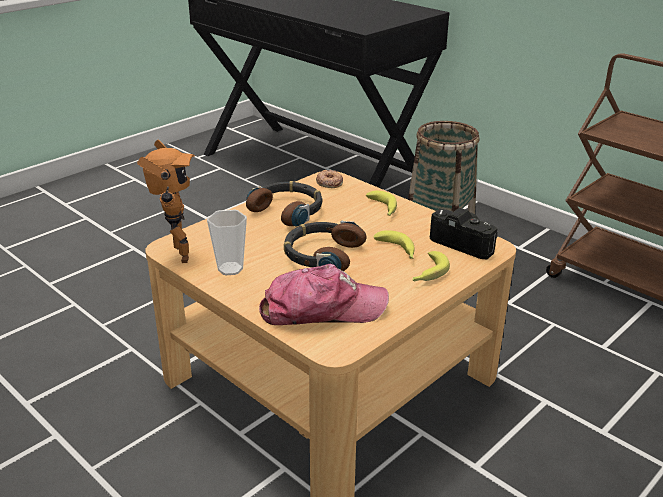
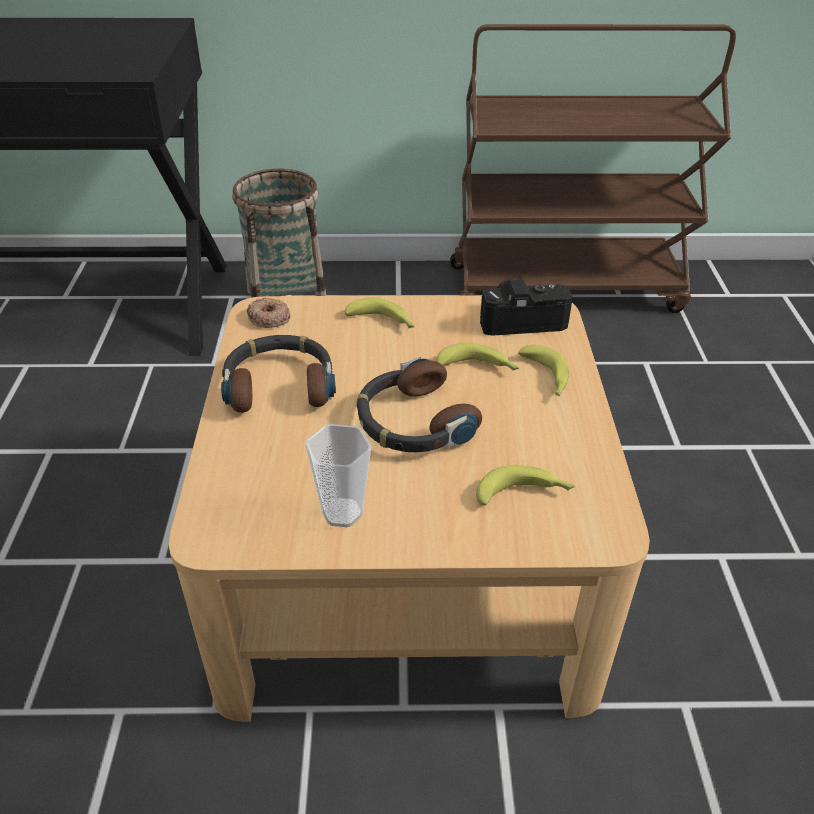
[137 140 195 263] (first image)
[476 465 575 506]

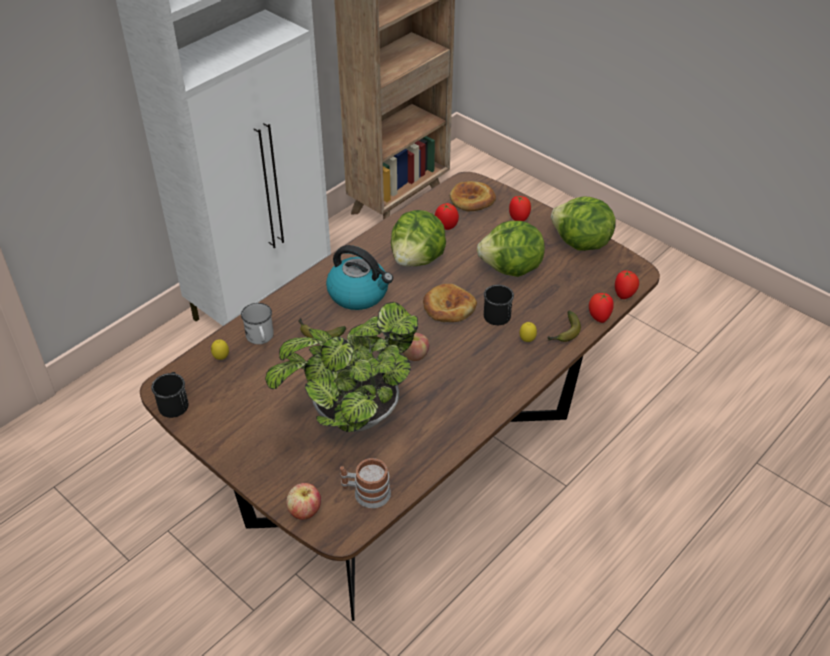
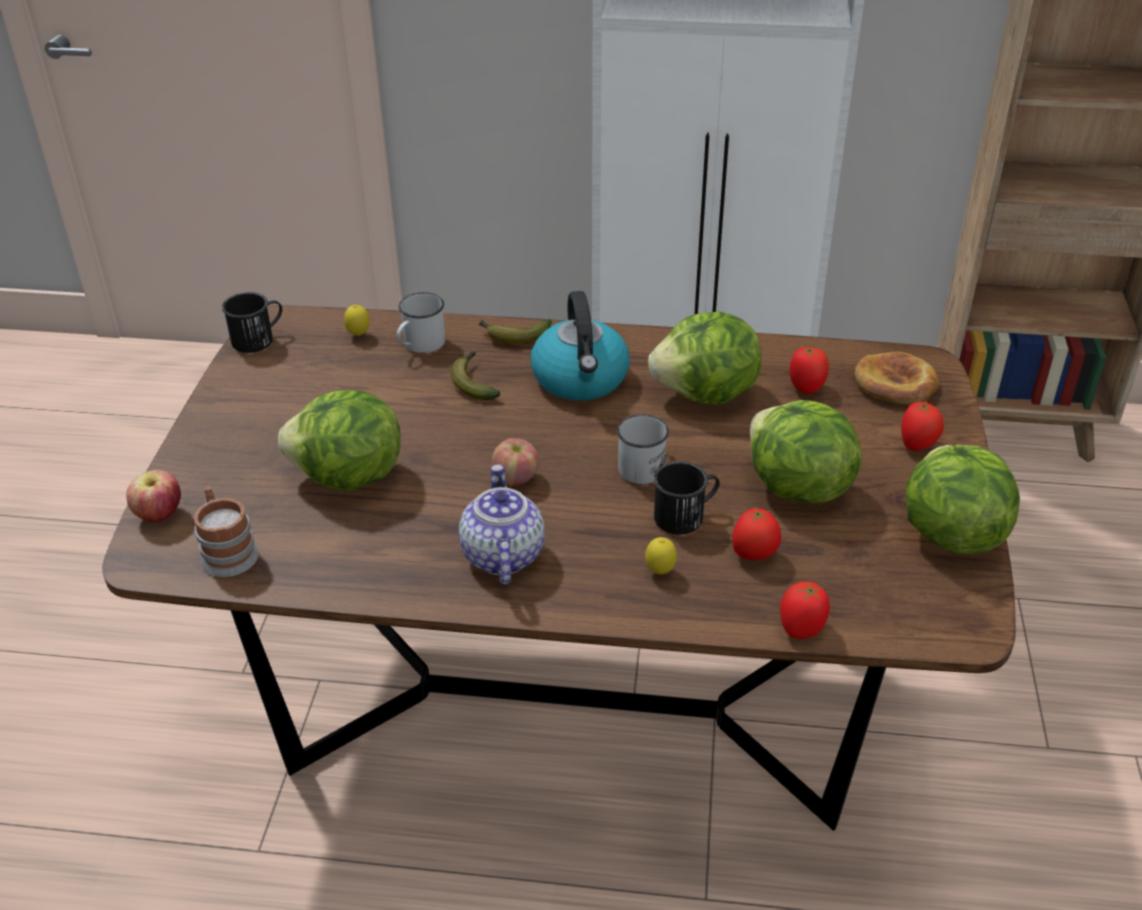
[278 390 401 491]
[617 414 669 484]
[479 319 552 343]
[732 507 781 560]
[459 464 545 584]

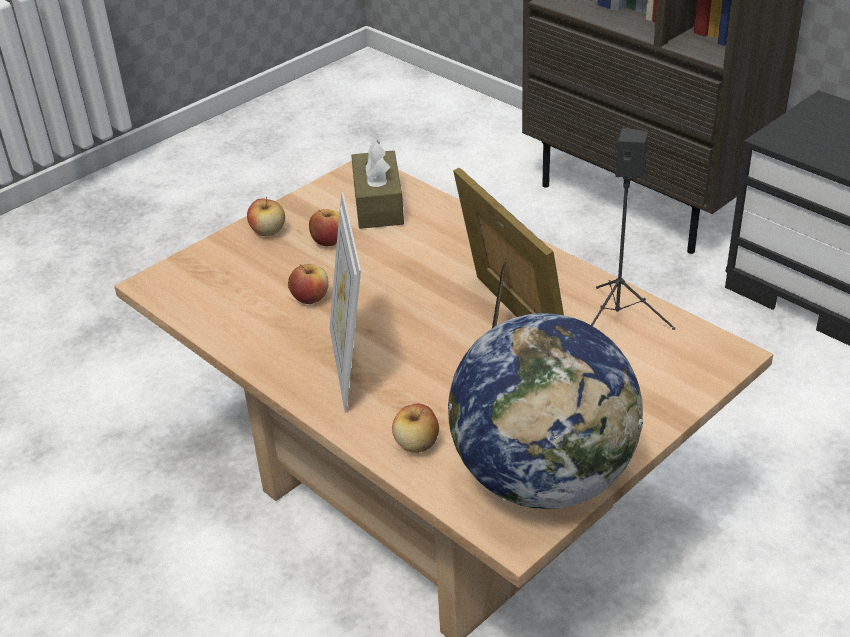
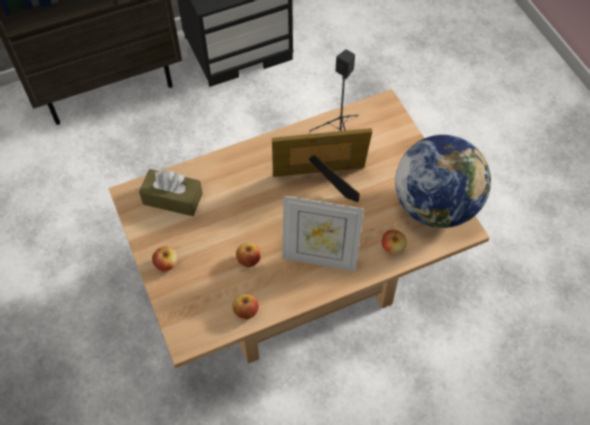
[233 294 259 319]

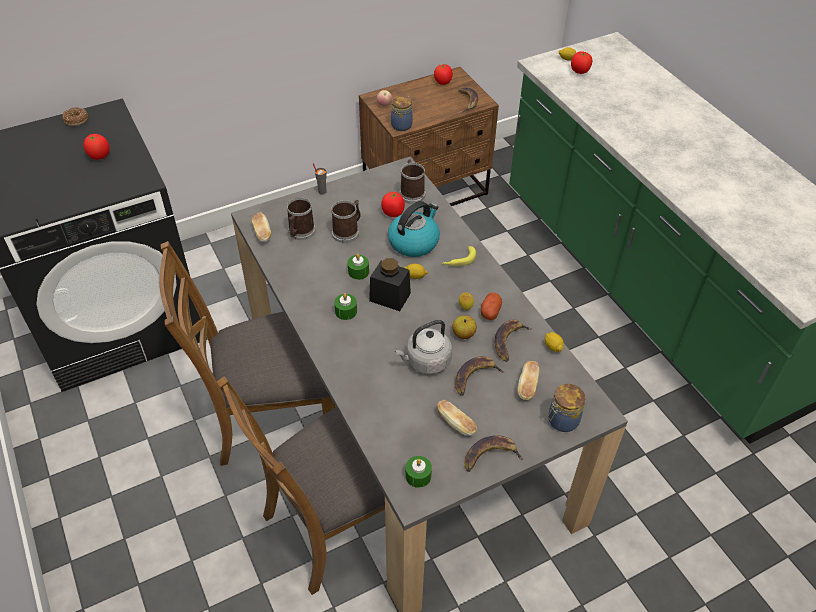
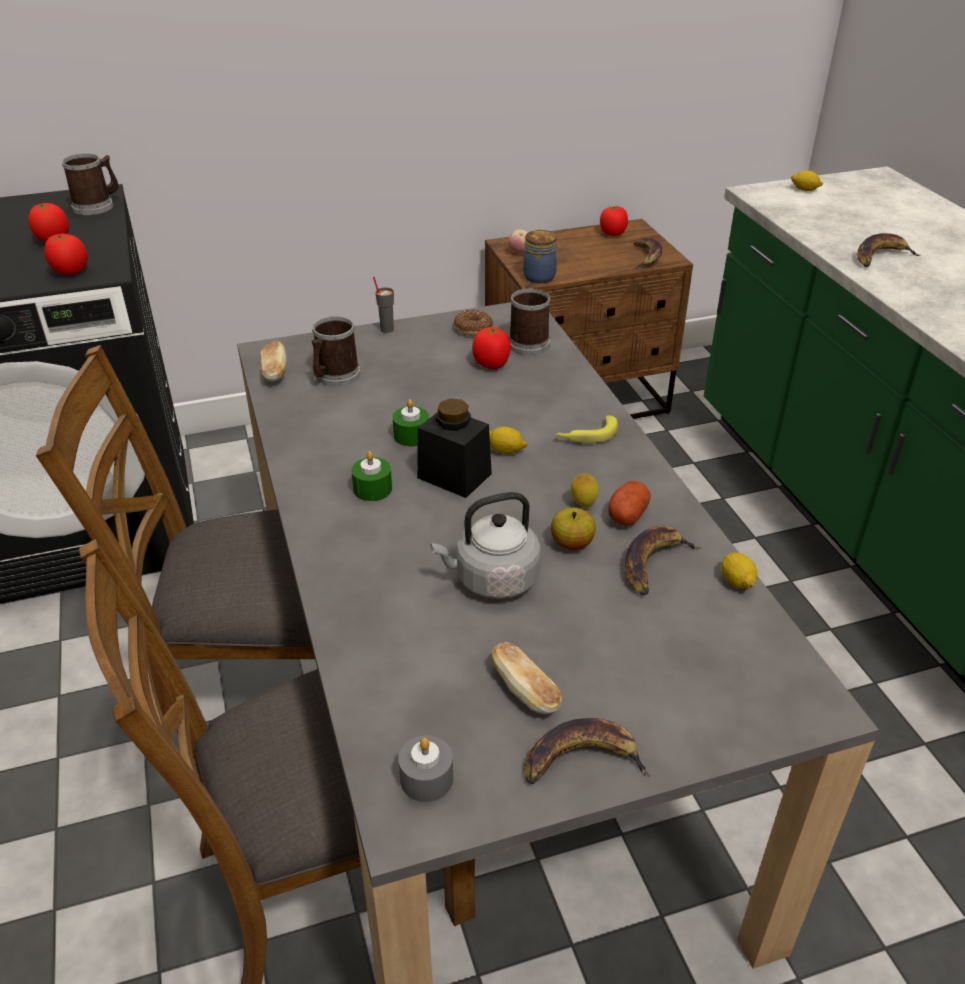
[454 309 493 336]
[62 153 118 215]
[388 201 440 257] (first image)
[398 735 453 802]
[857 233 920 267]
[517 361 540 400] (first image)
[548 384 585 432] (first image)
[44 234 88 275]

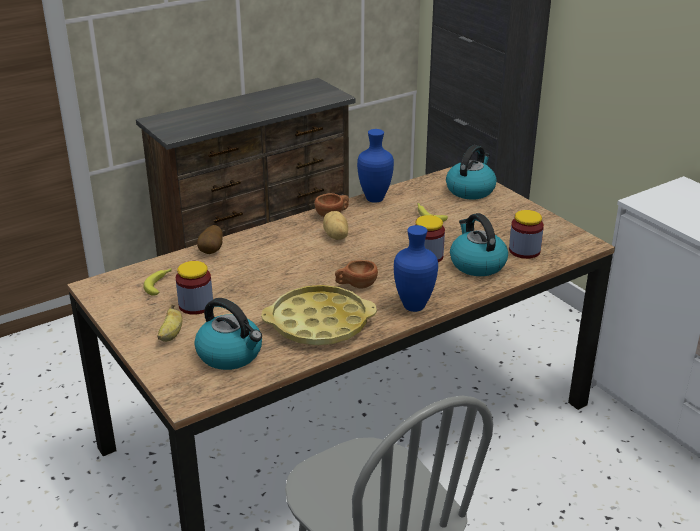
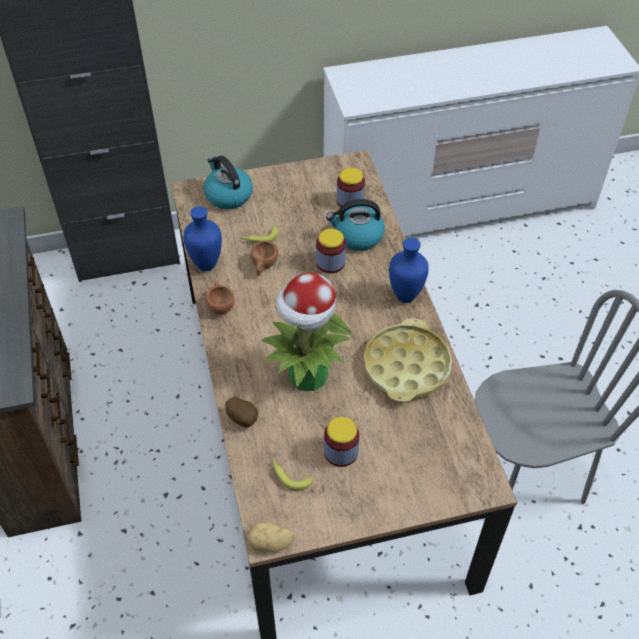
[157 304 182 342] (first image)
[194 298 262 370] (first image)
[248 522 294 552]
[250 241 278 276]
[261 272 353 391]

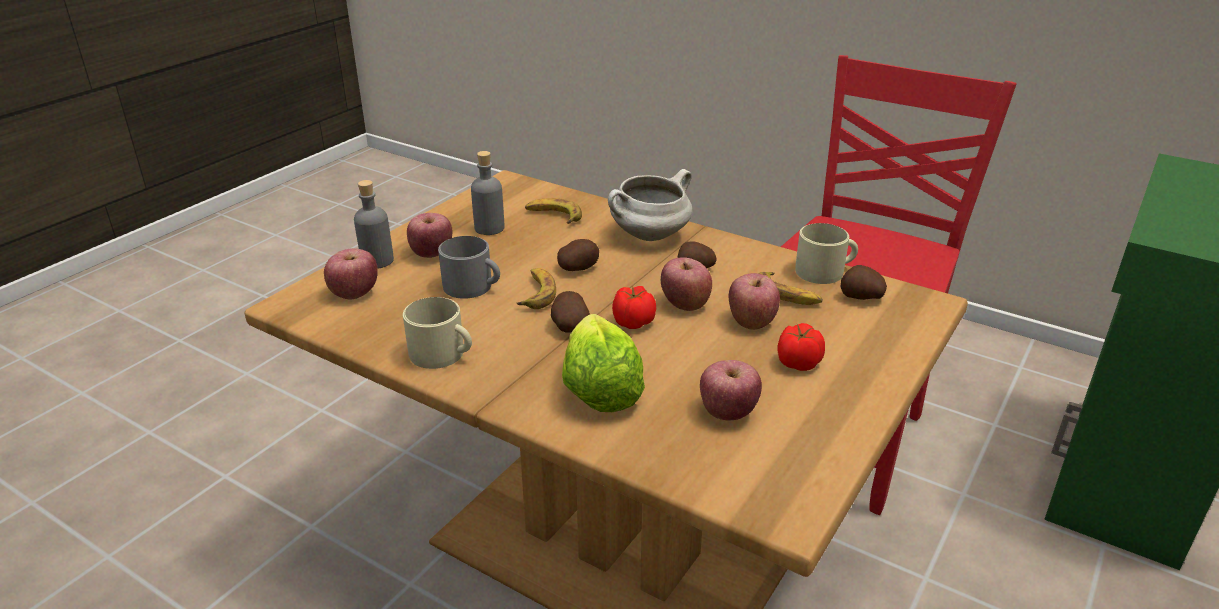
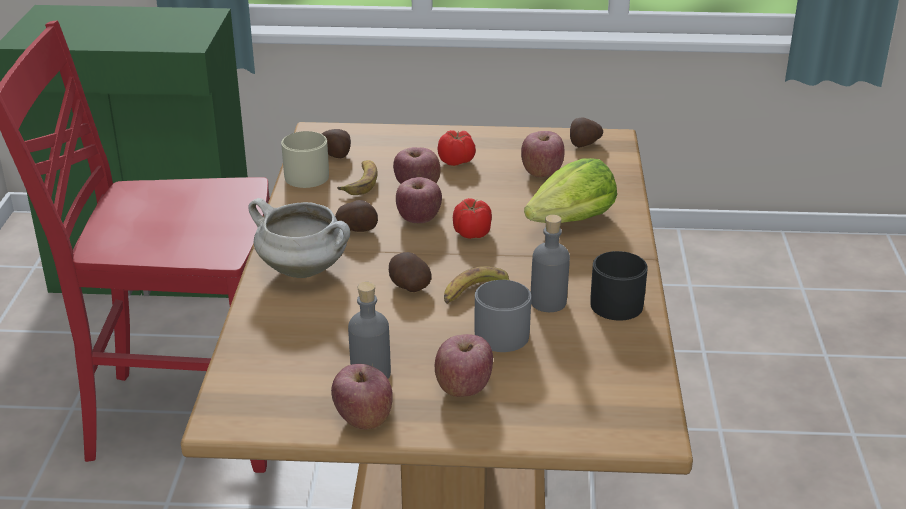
[331 364 393 430]
[531 215 570 312]
[590 251 648 321]
[525 198 582 224] (first image)
[570 117 603 148]

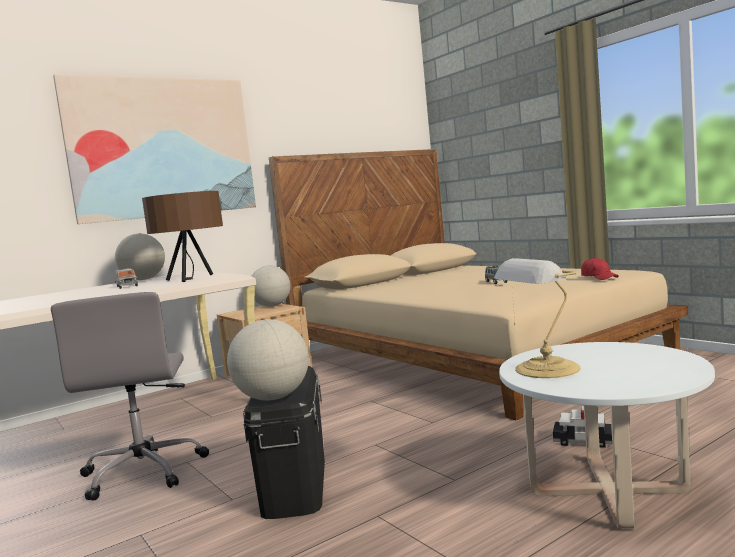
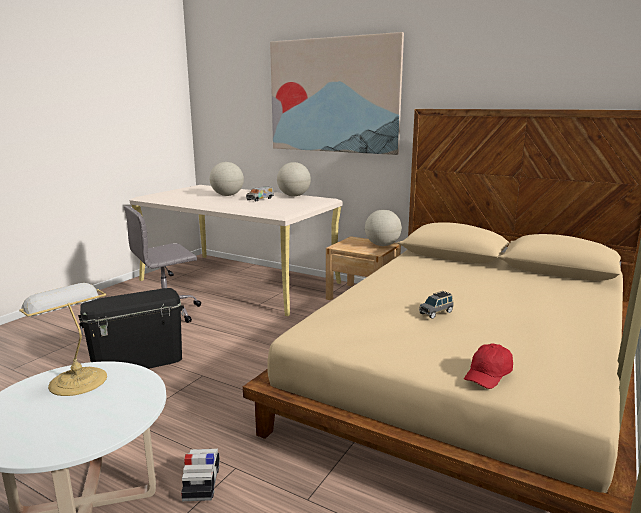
[142 191 223 282] (first image)
[210 162 244 196]

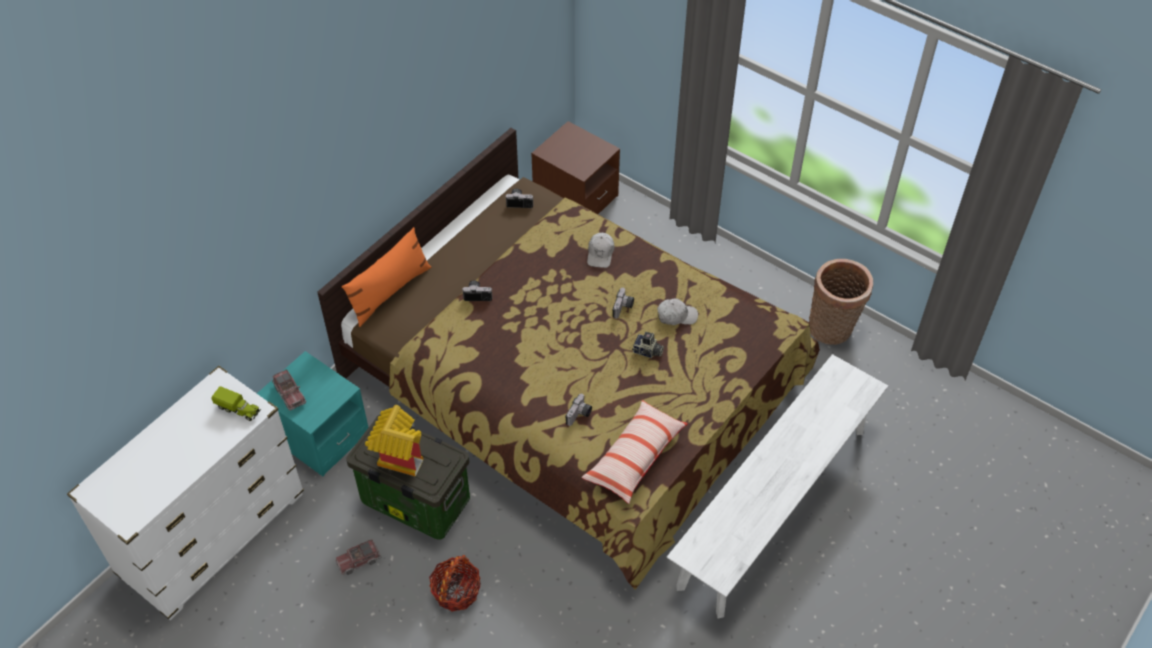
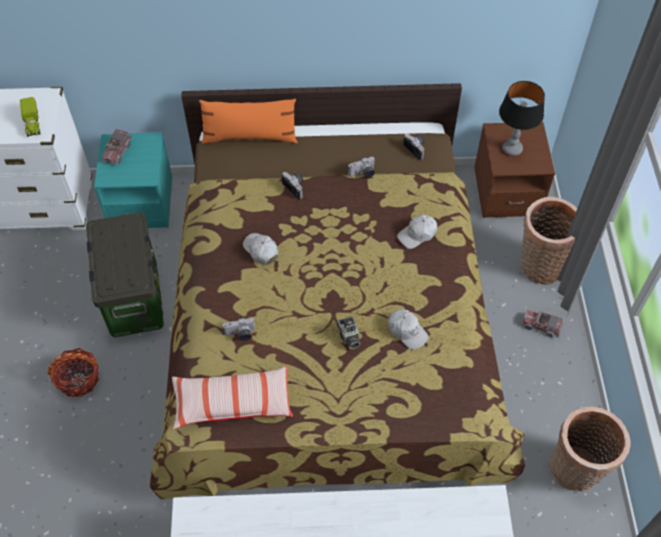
[522 310 563 337]
[365 405 423 477] (first image)
[348 157 375 178]
[243 233 278 265]
[499 81 545 156]
[520 197 577 285]

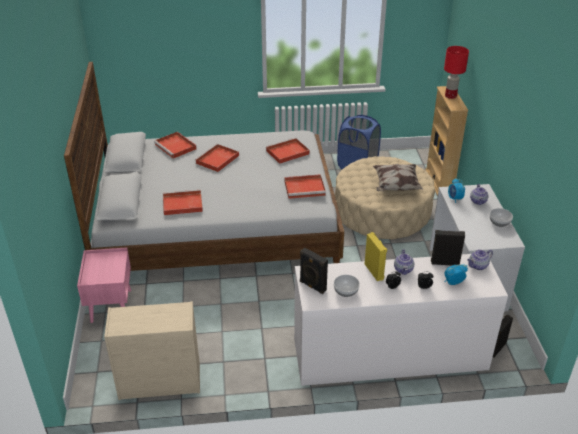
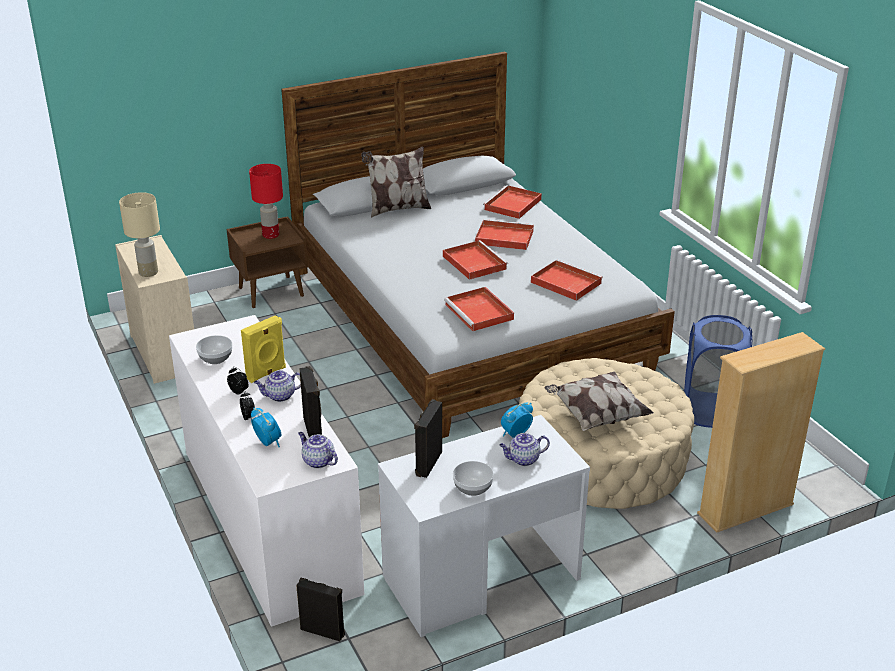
[227 216 308 308]
[443 240 508 280]
[414 399 442 478]
[249 164 283 239]
[119 192 160 277]
[361 147 431 218]

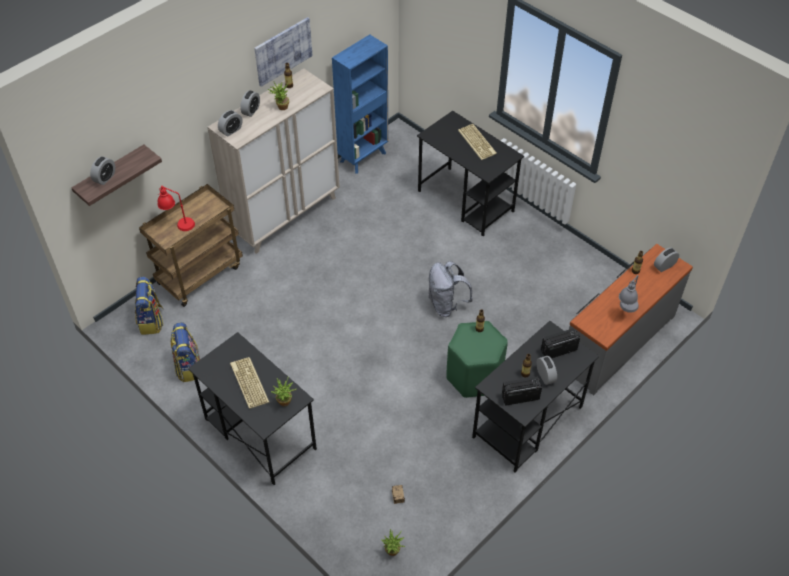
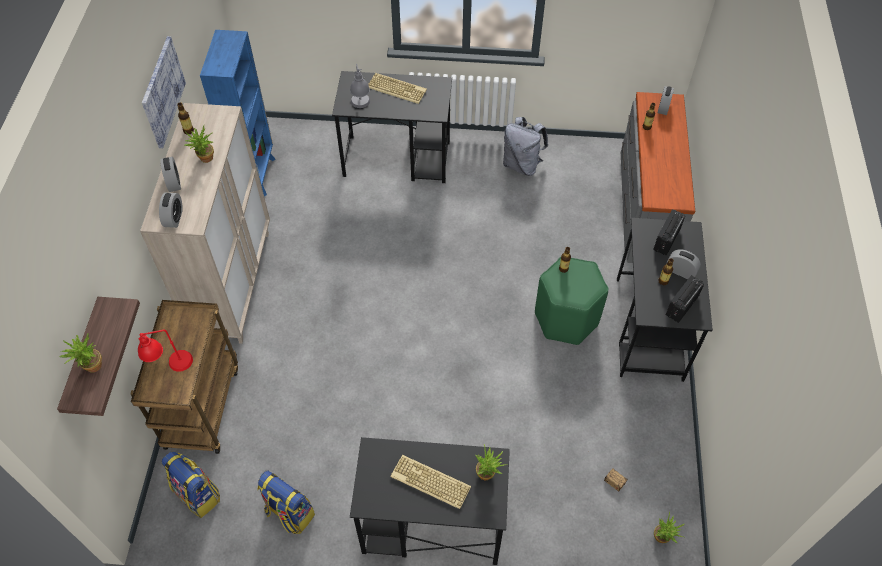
[60 333 102 373]
[503 117 548 176]
[350 64 370 108]

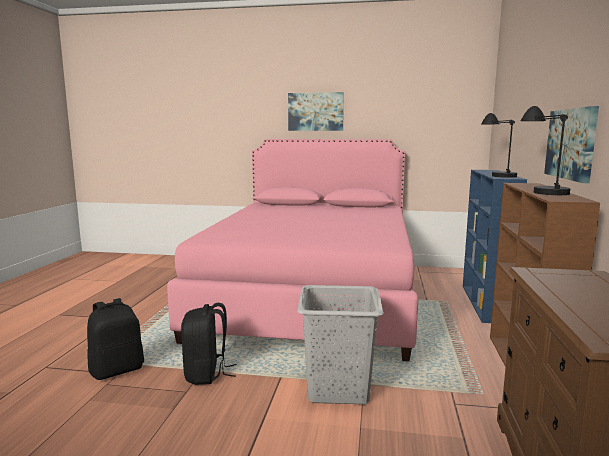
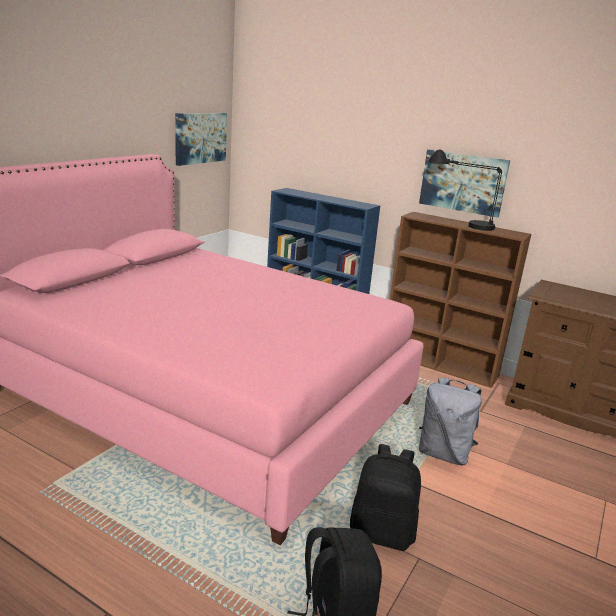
[175 113 227 166]
[419 378 482 465]
[481 113 517 178] (first image)

